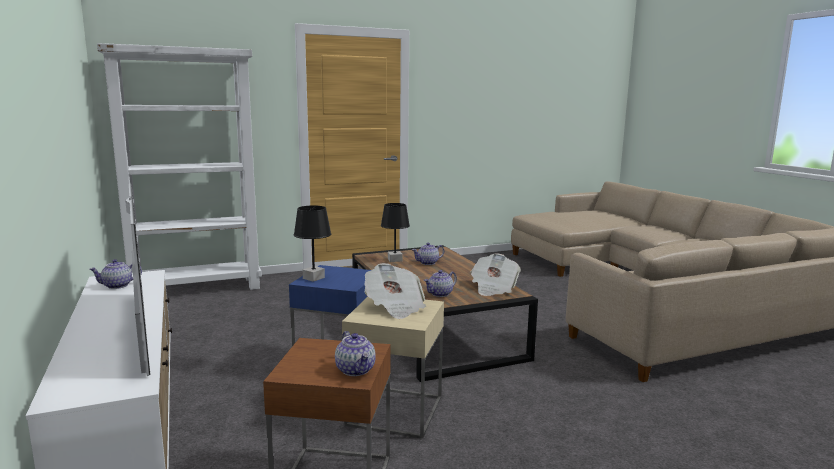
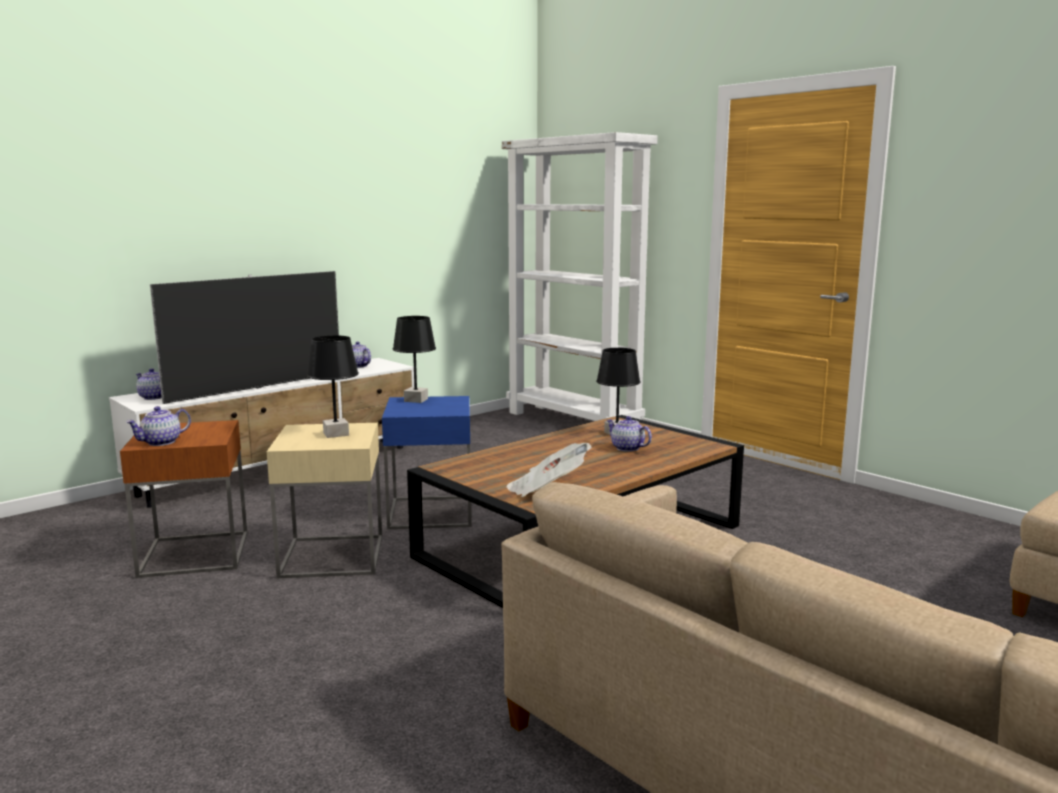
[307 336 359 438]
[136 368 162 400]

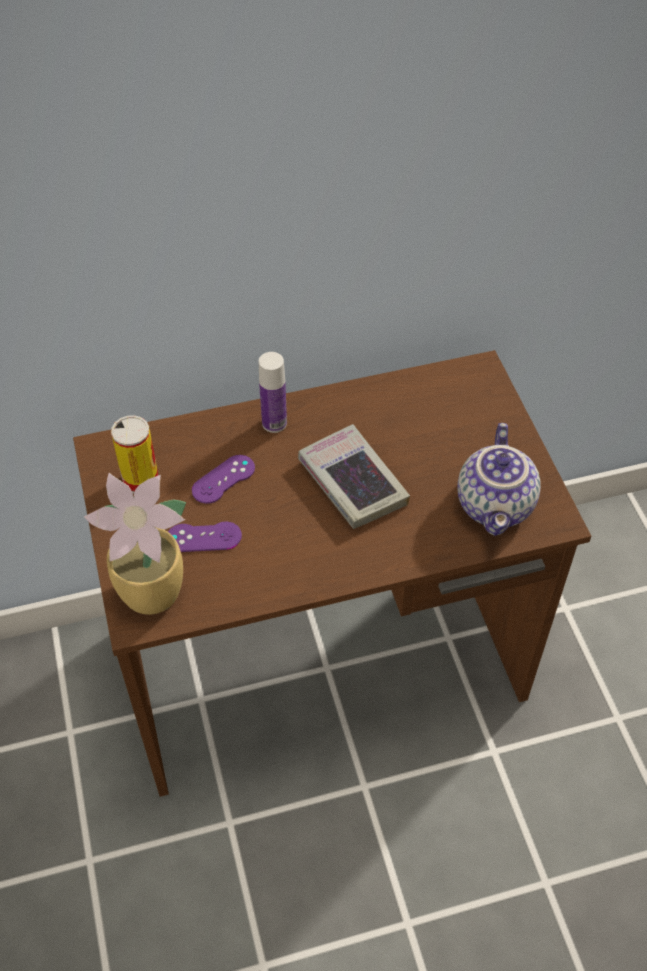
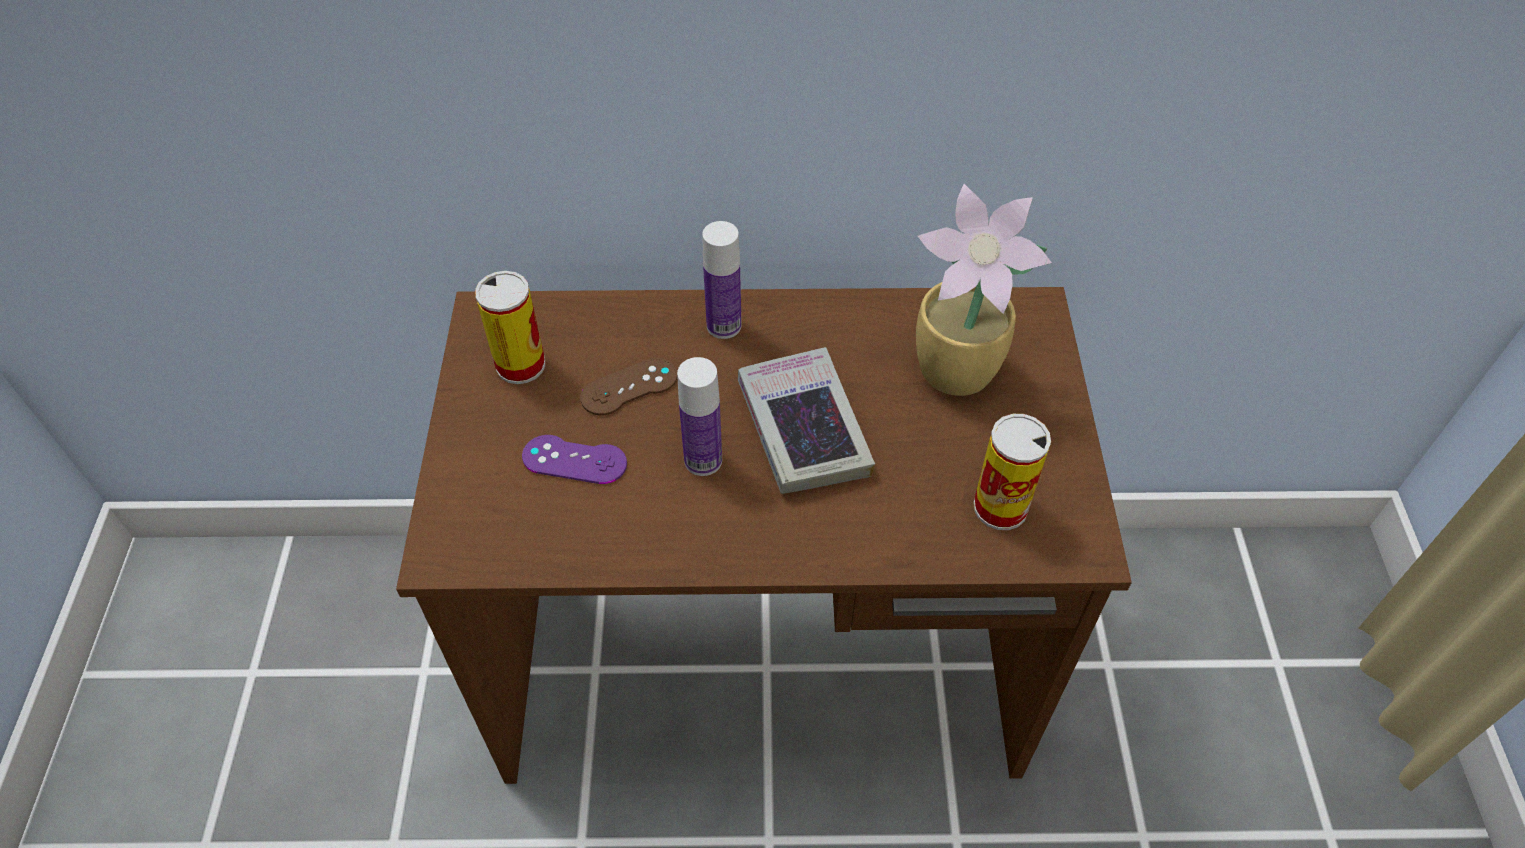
[916 184 1052 396]
[580 358 677 416]
[973 414 1051 530]
[677 357 722 476]

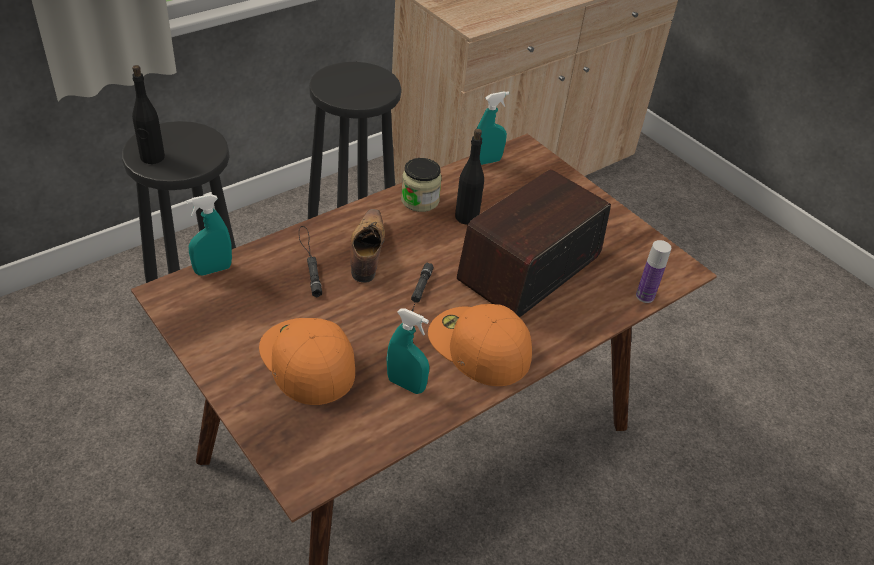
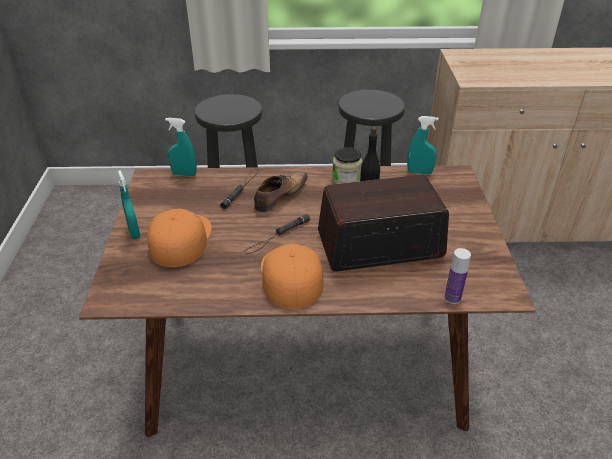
[132 65 165 164] (first image)
[117 170 140 239]

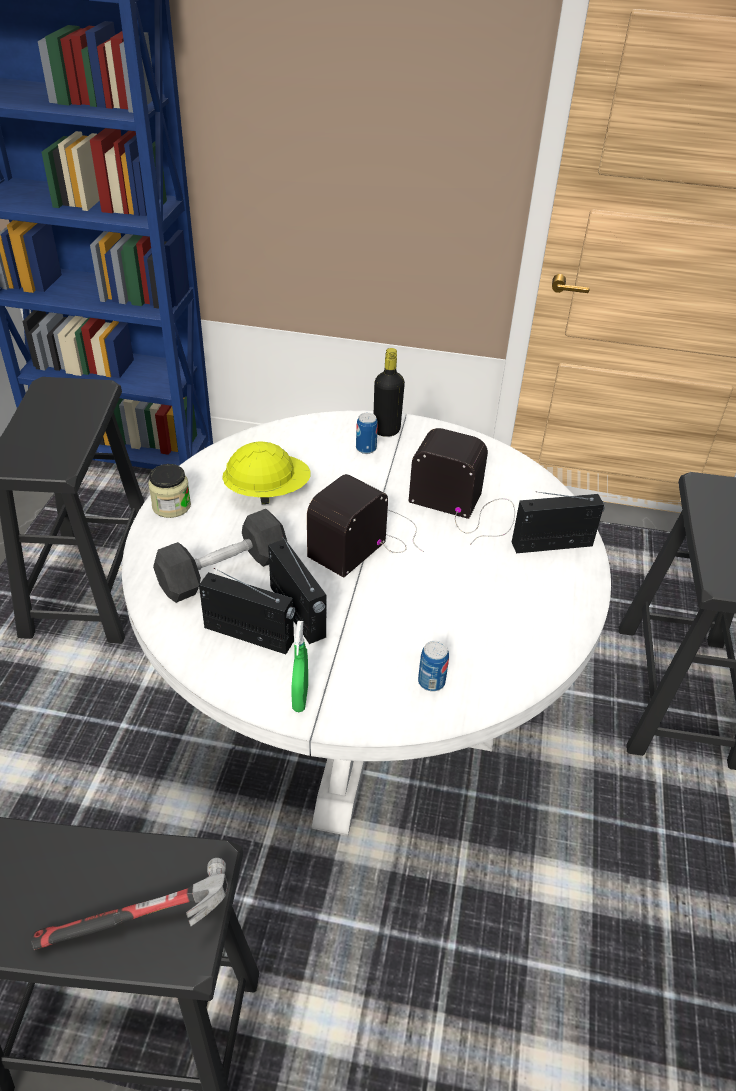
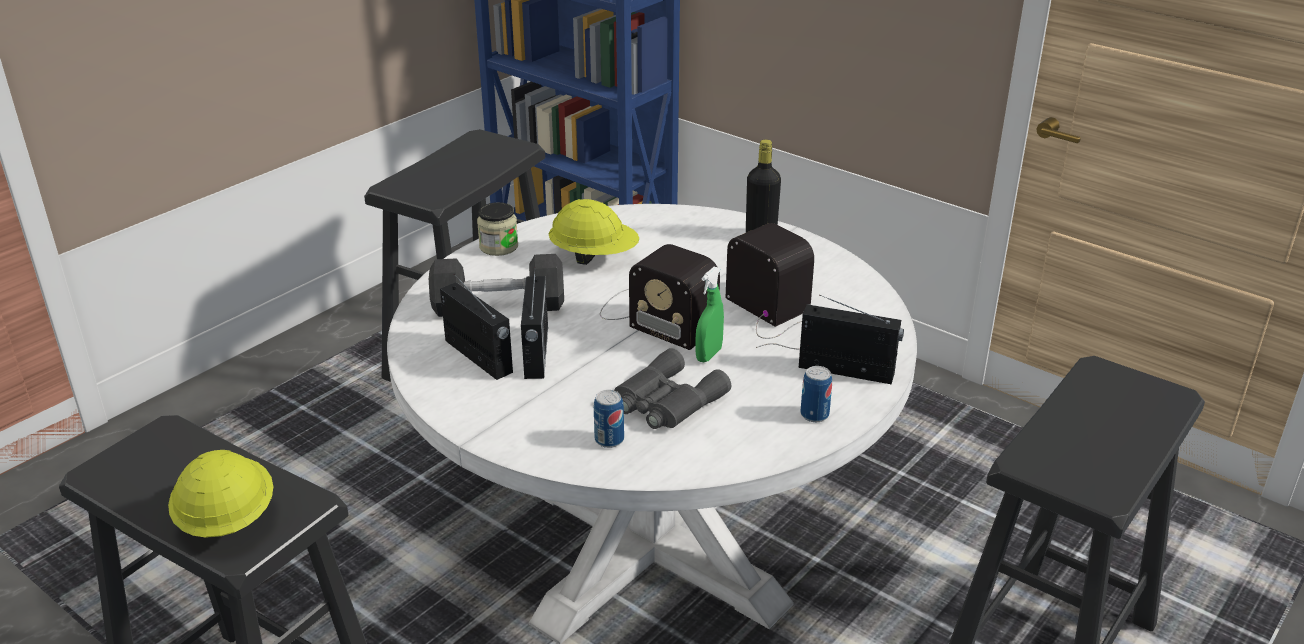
[168 450 273 538]
[695 267 724 362]
[600 244 720 350]
[800 366 832 422]
[615 348 731 429]

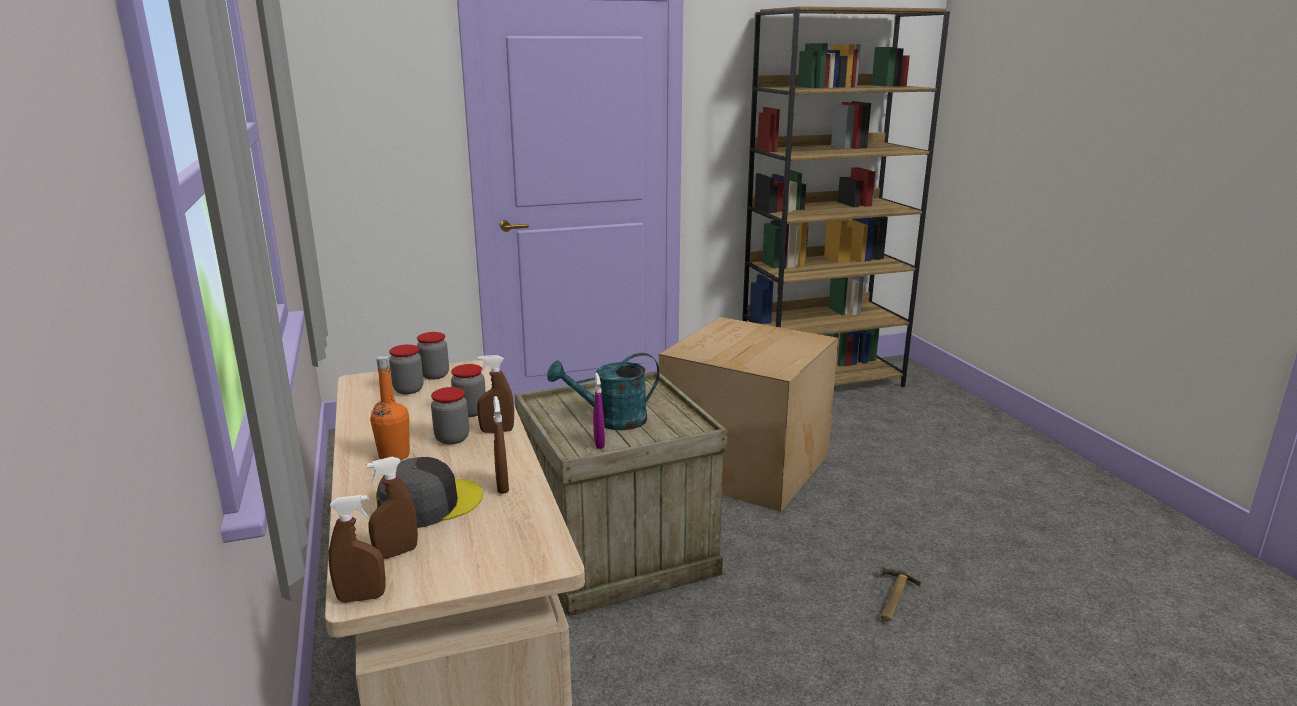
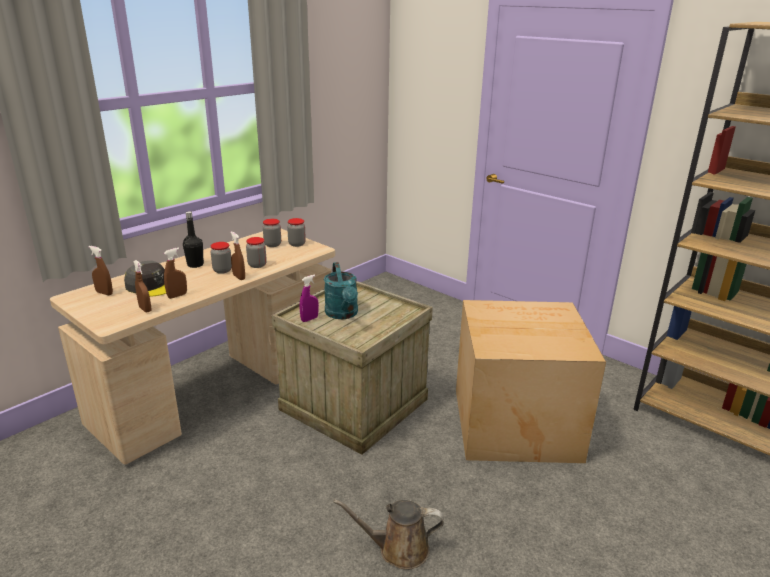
[134 260 151 312]
[183 211 204 268]
[324 262 358 319]
[333 499 444 570]

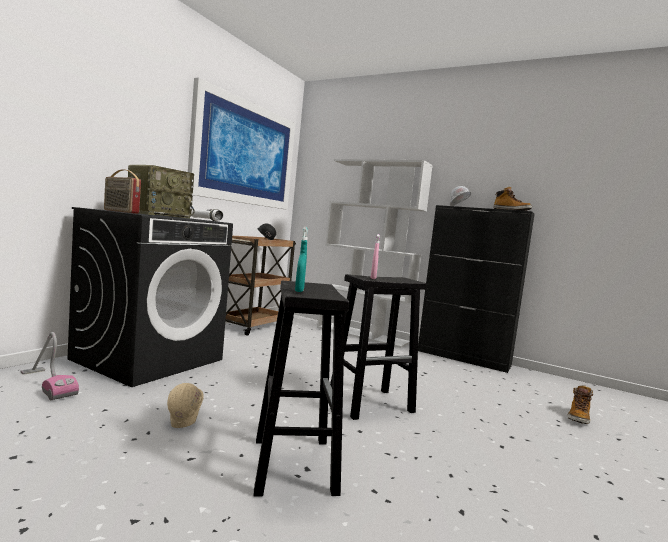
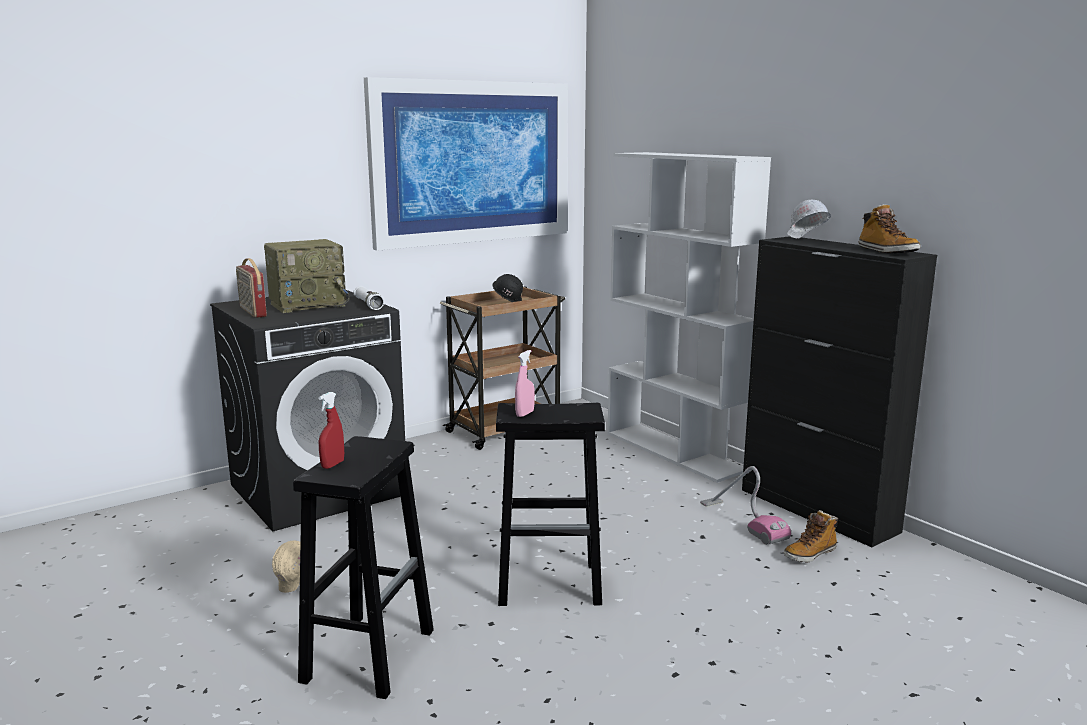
[700 466 791 545]
[318 392 344 469]
[784 510 838 563]

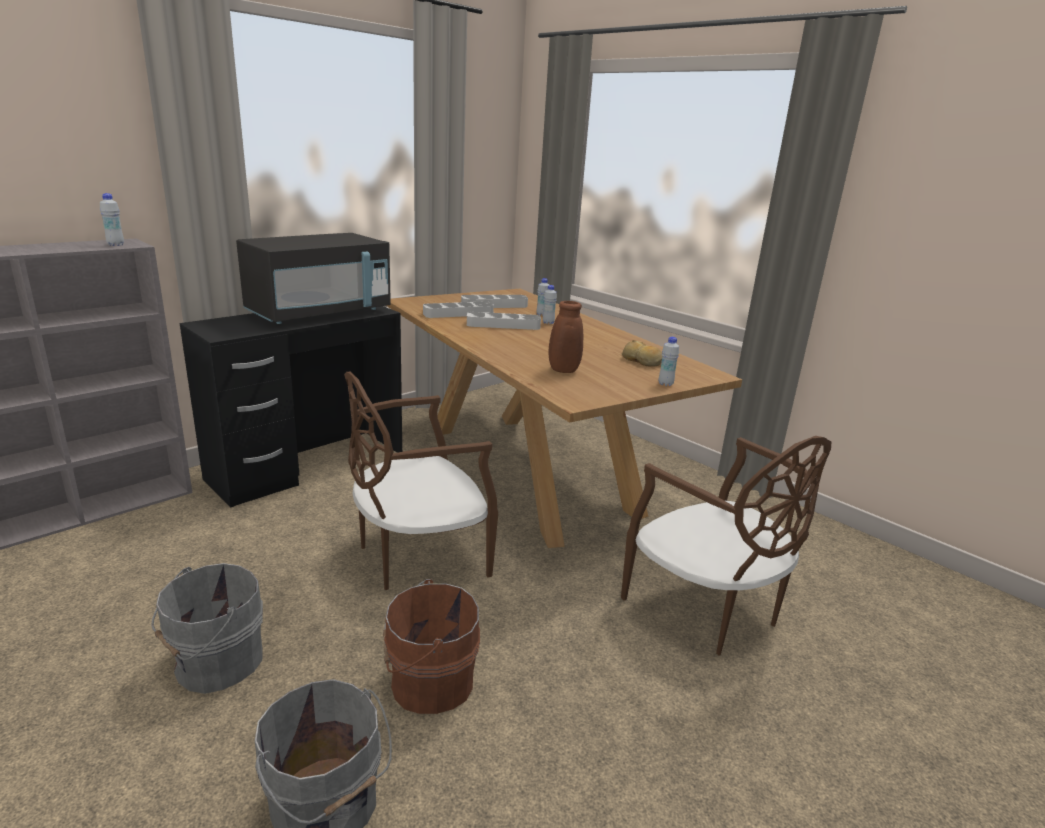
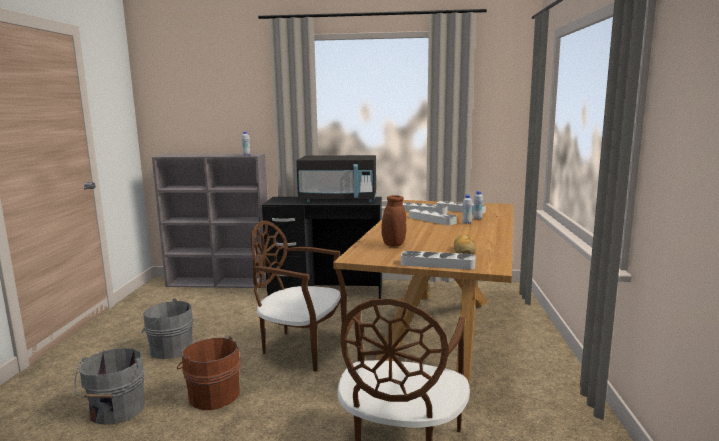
[401 251 476 270]

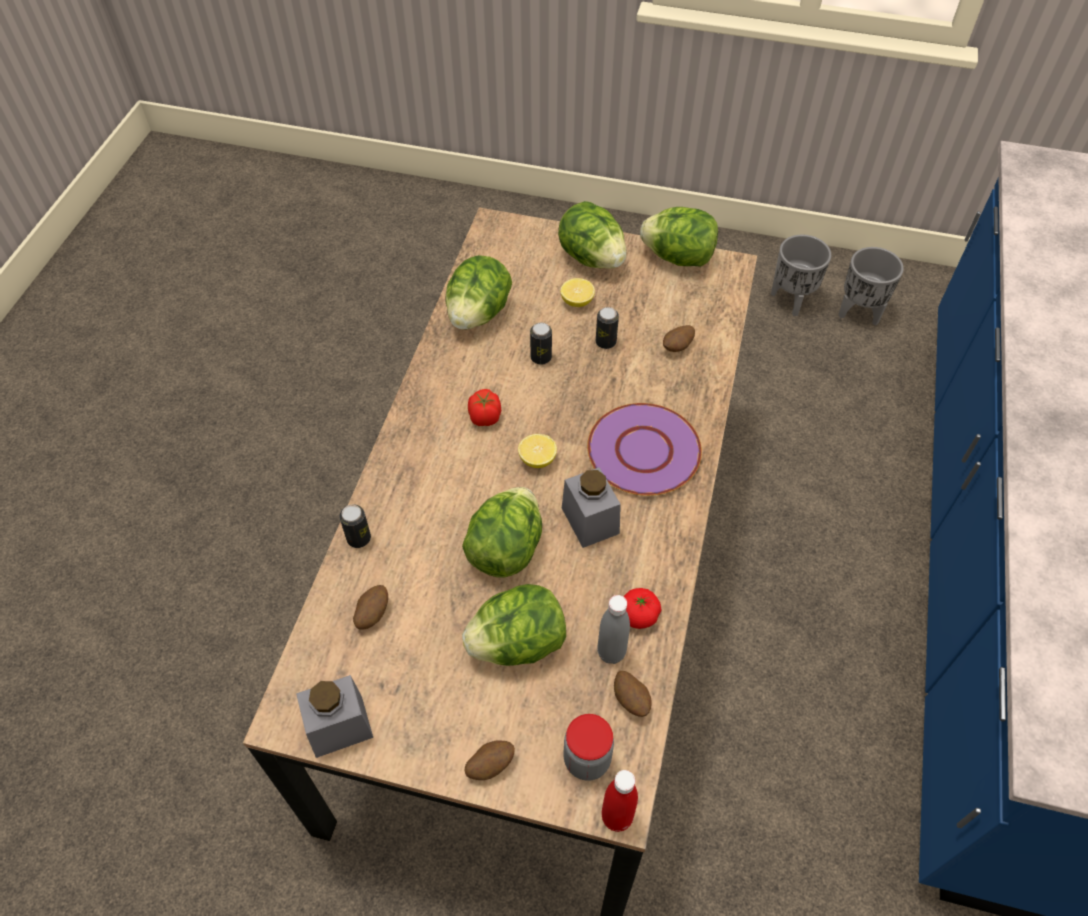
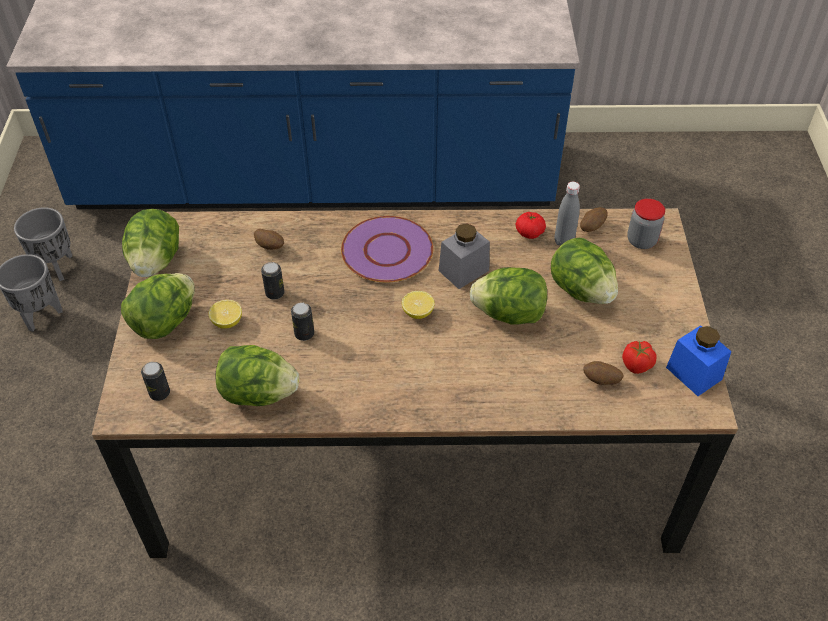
[666 325 731 396]
[141 362 170 401]
[464 740 515 780] (first image)
[622 340 656 374]
[601 770 638 832] (first image)

